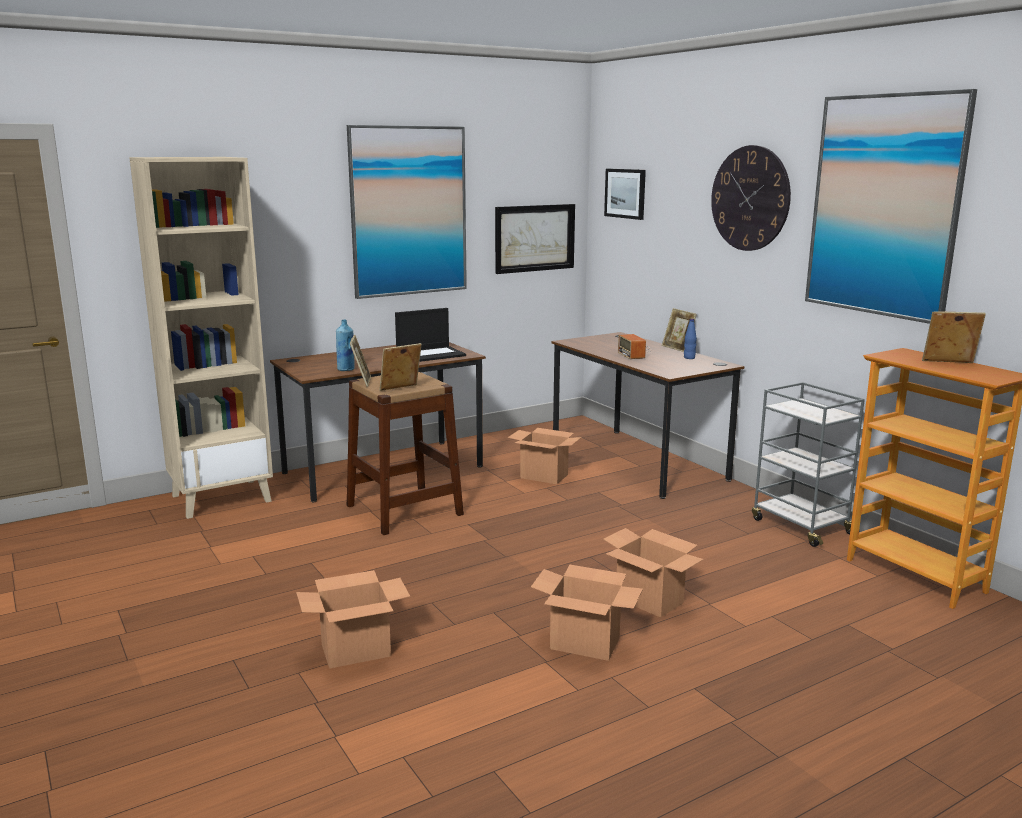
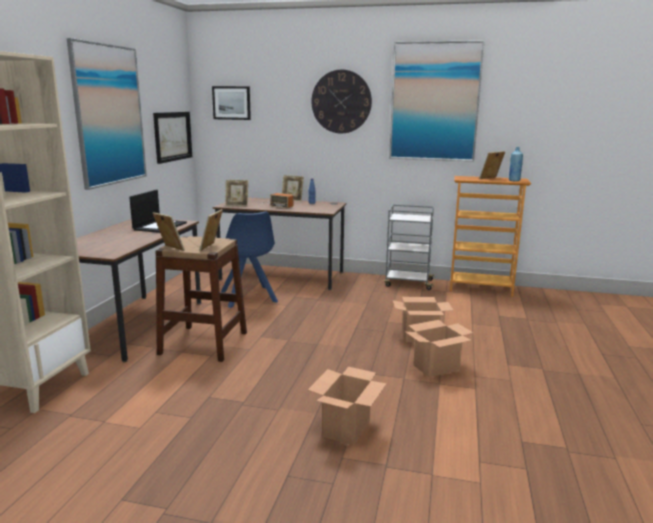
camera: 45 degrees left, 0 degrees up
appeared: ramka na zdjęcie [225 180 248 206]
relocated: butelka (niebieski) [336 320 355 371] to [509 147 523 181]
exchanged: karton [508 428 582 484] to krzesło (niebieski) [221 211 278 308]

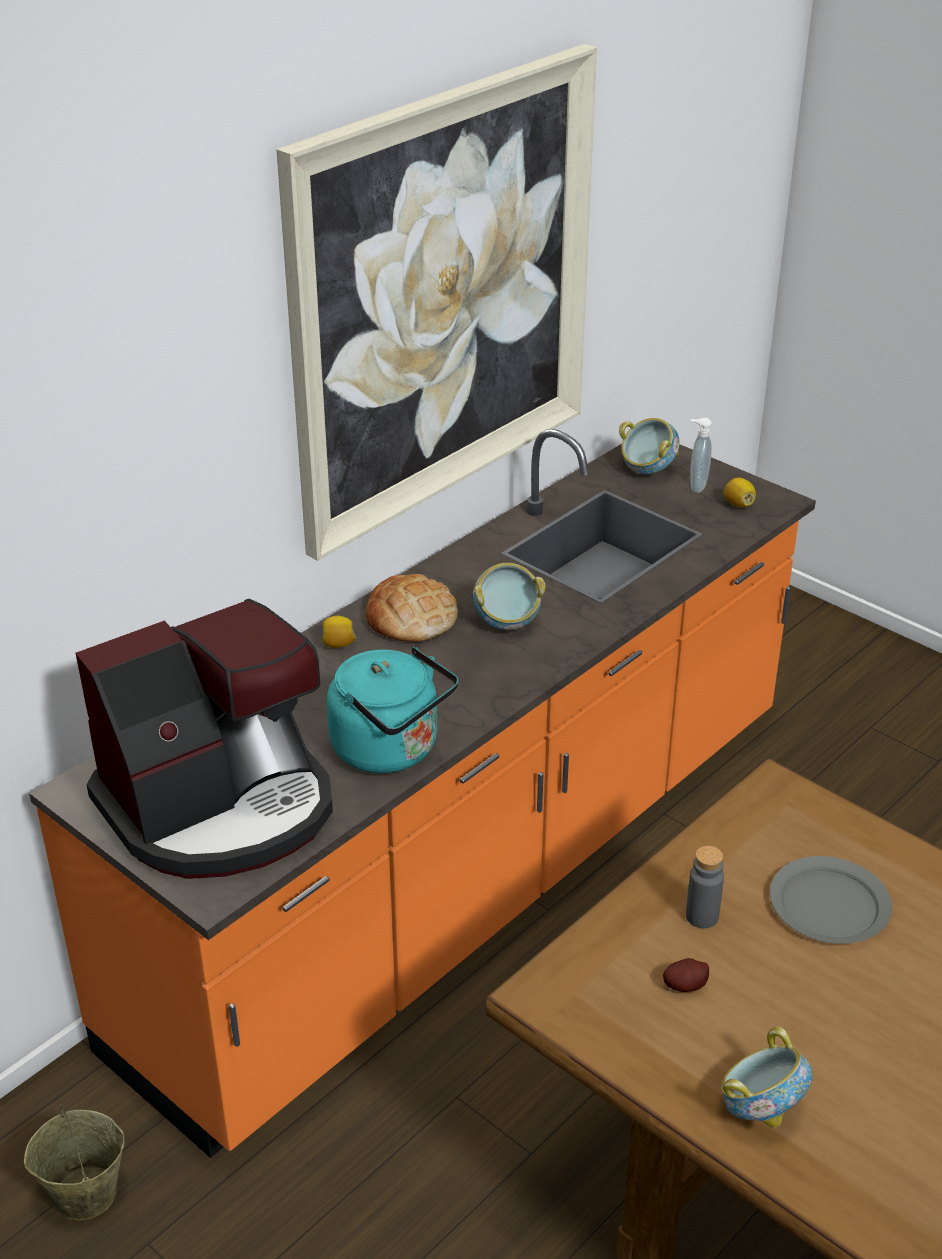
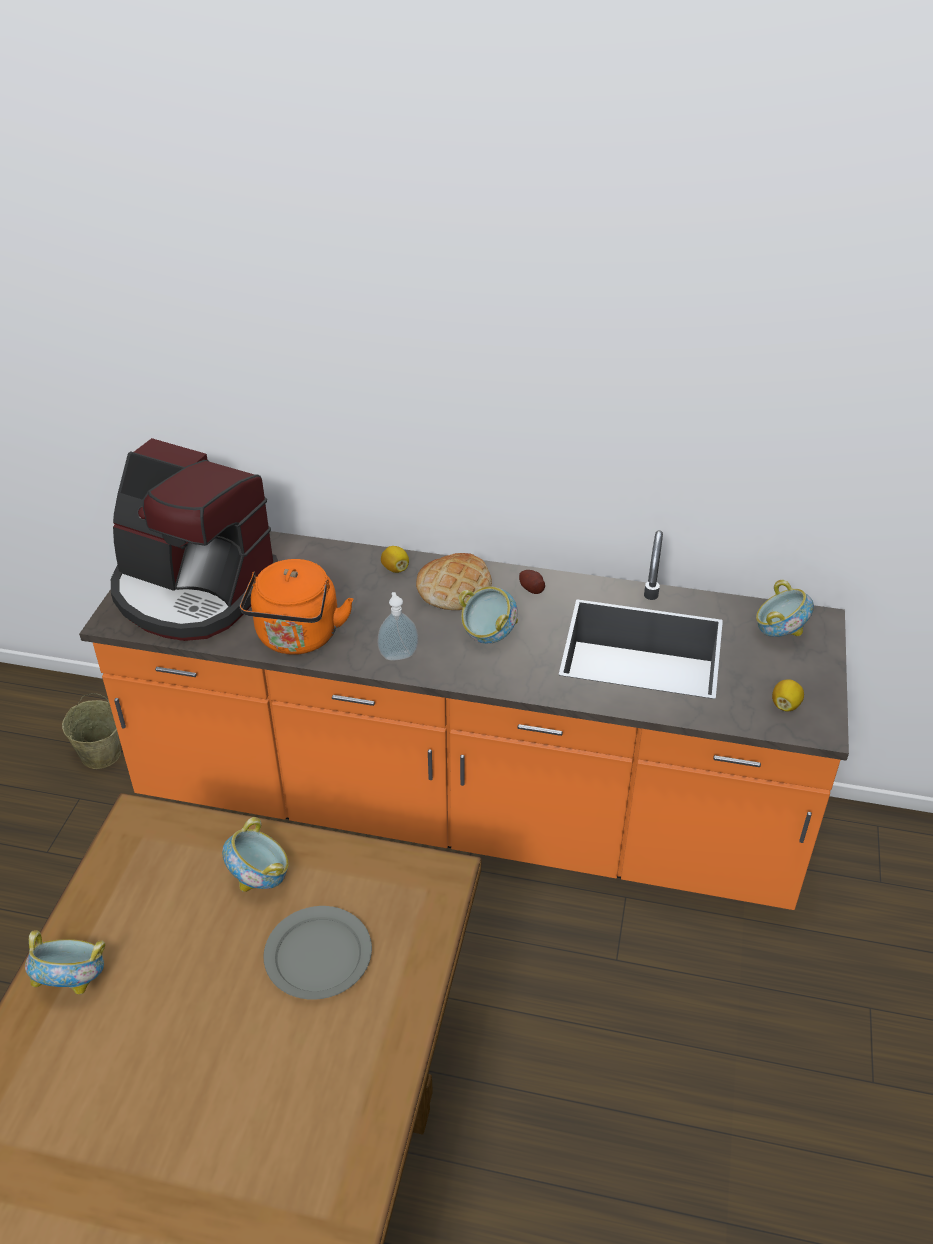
camera: 60 degrees right, 5 degrees up
missing: obraz [276 44 597 561]
relocated: ziemniak [663 958 709 992] to [519 570 545 594]; dozownik mydła [690 418 712 493] to [377 592 418 661]
exchanged: butelka (szary) [686 846 724 929] to miska [222 817 289 892]
colour: czajnik (turkusowy) [327 647 458 773] to czajnik (pomarańczowy) [240 559 353 654]

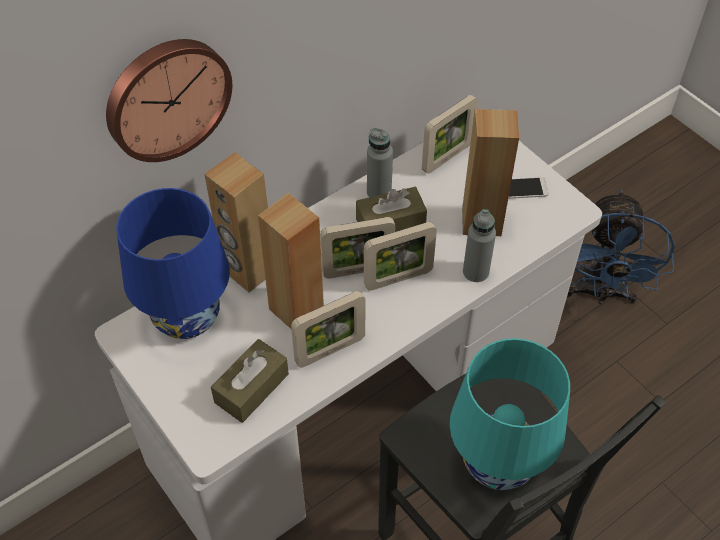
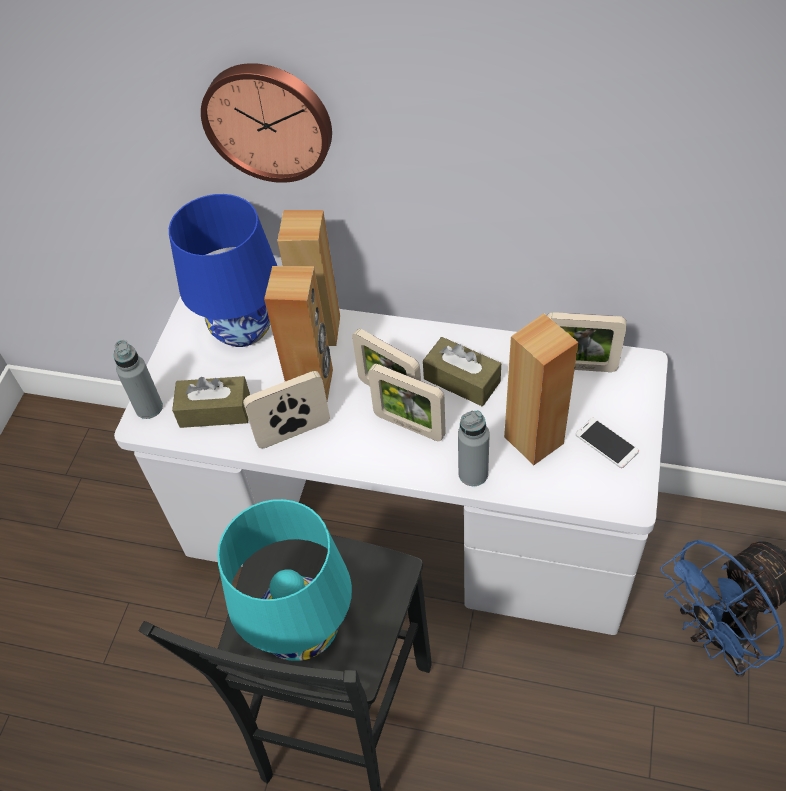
camera: 55 degrees right, 0 degrees up
relocated: butelka (szary) [367 128 393 197] to [113 340 163 419]
spun: ramka na zdjęcie [291 291 366 368] = [243 371 330 448] 135 degrees clockwise

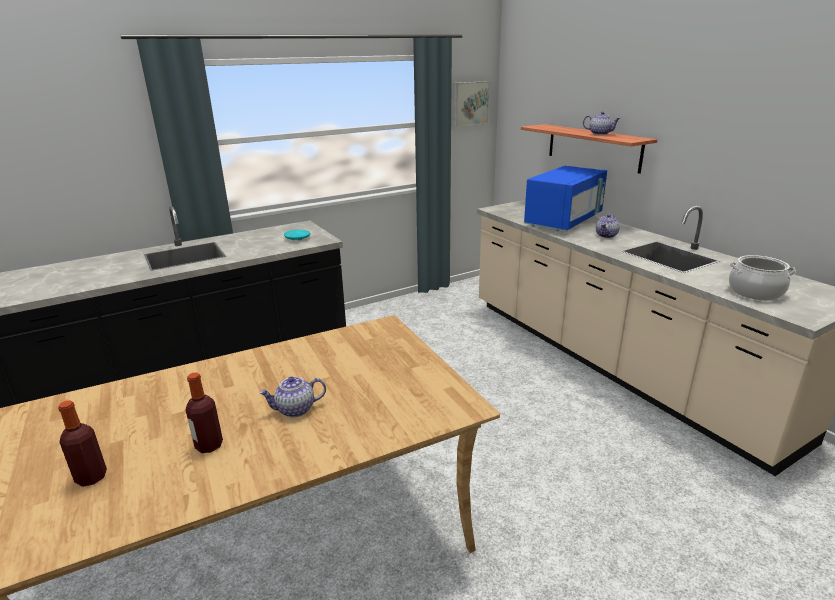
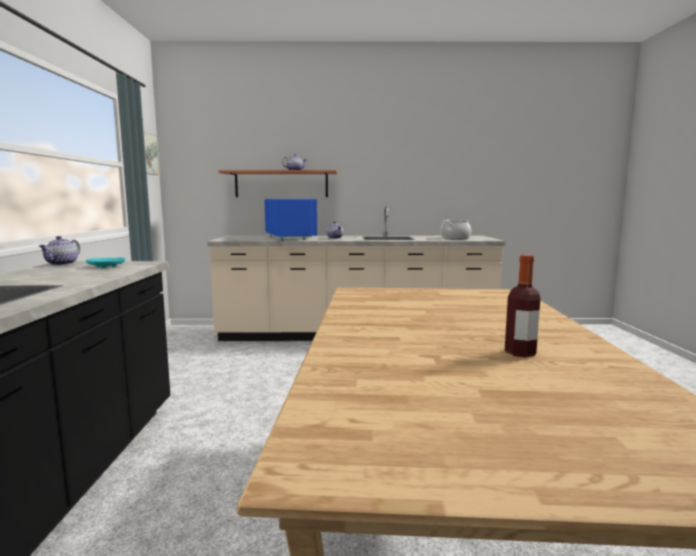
camera: 60 degrees left, 15 degrees down
missing: butelka [58 400 107 487]
relocated: imbryk [259 376 326 417] to [39 236 80 265]

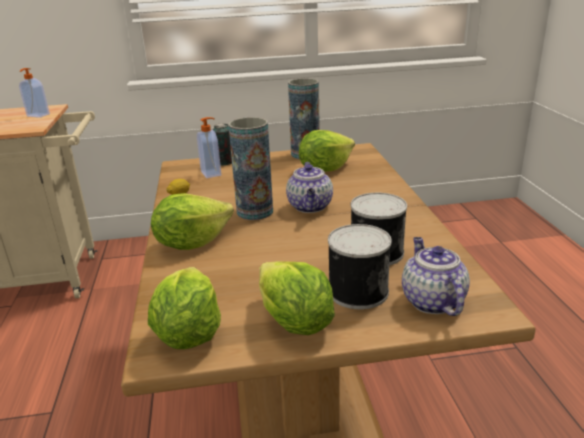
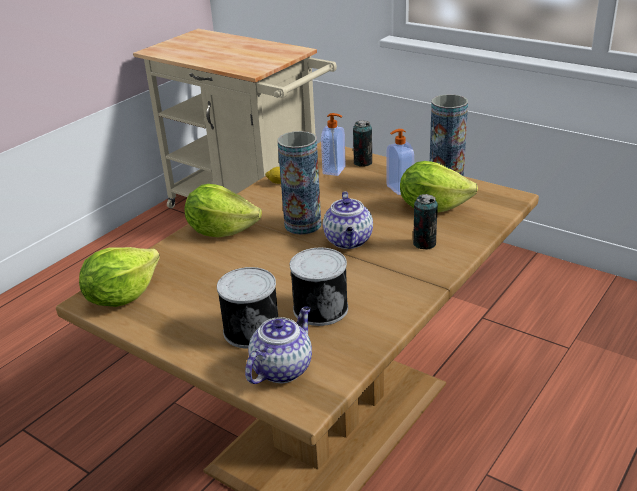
camera: 45 degrees right, 5 degrees up
missing: sałata [259 261 335 335]
appeared: puszka [413 194 438 249]
relocated: dozownik mydła [19 68 50 118] to [387 129 414 195]
spun: imbryk [286 162 333 213] = [323 192 373 249] 45 degrees counterclockwise

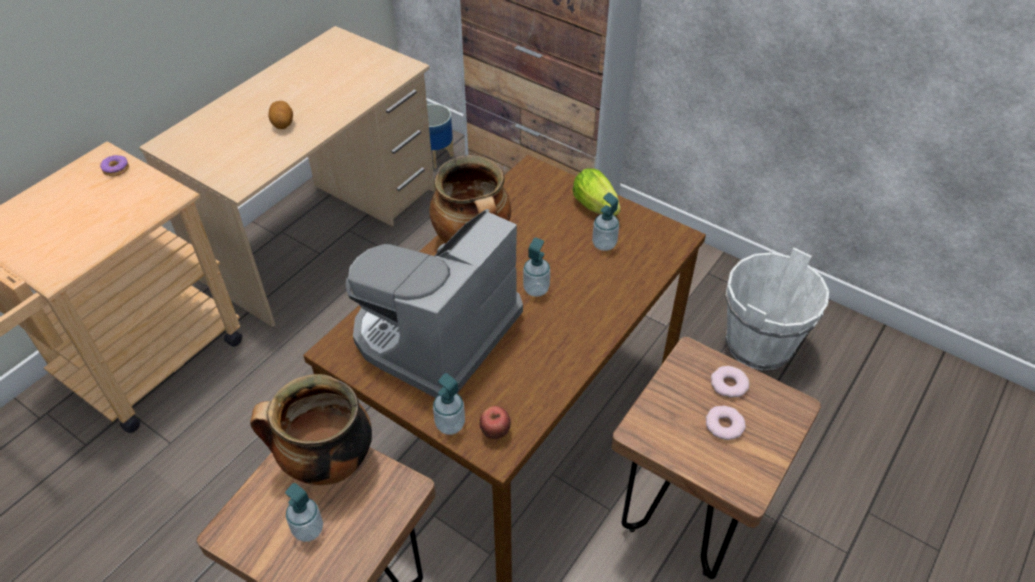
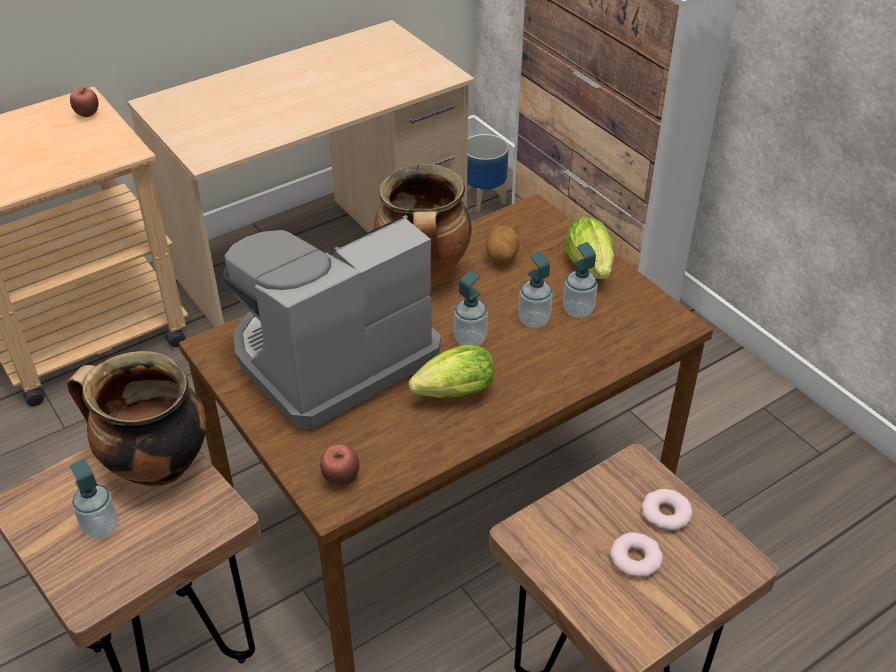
camera: 20 degrees right, 5 degrees down
missing: wiadro (biały) [726 248 829 370]
appeared: sałata [409 344 495 398]
relocated: ziemniak [268 101 293 129] to [486 226 520 265]; dozownik mydła [433 373 465 435] to [518 252 553 328]
exchanged: donut [100 155 129 176] to jabłko [70 87 98 117]

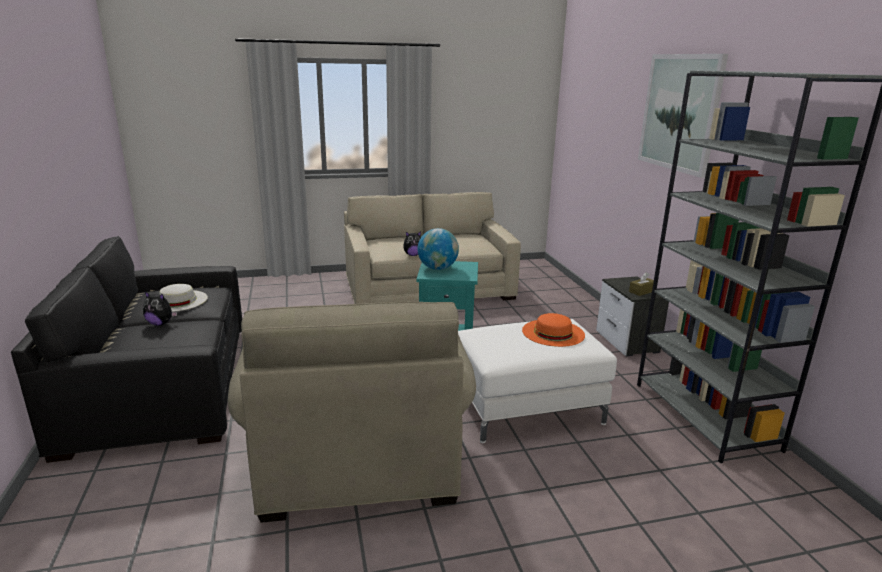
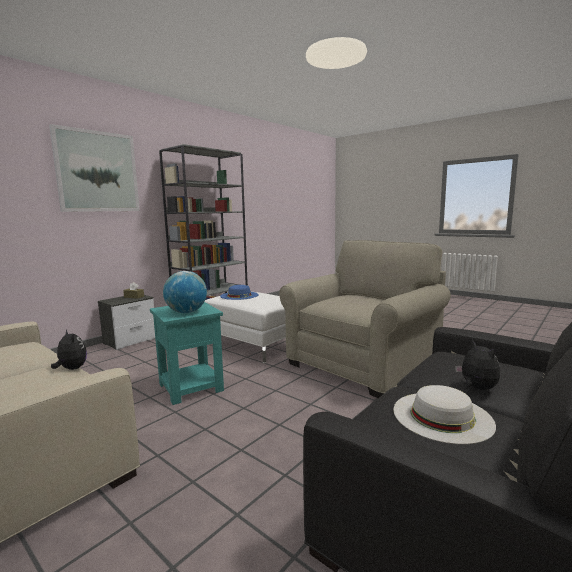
camera: 125 degrees left, 10 degrees down
colour: kapelusz (pomarańczowy) [522 313 585 347] to kapelusz (niebieski) [220 285 259 300]

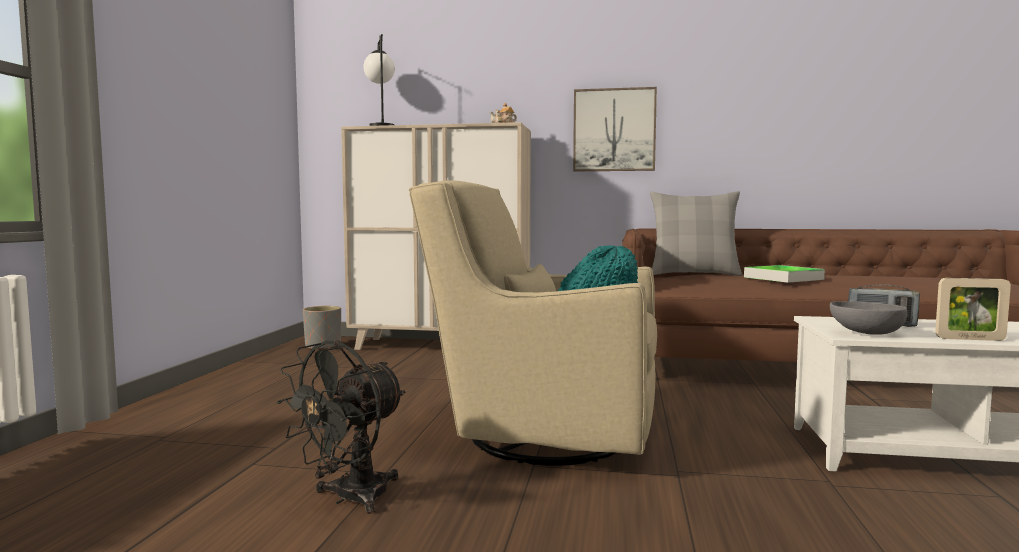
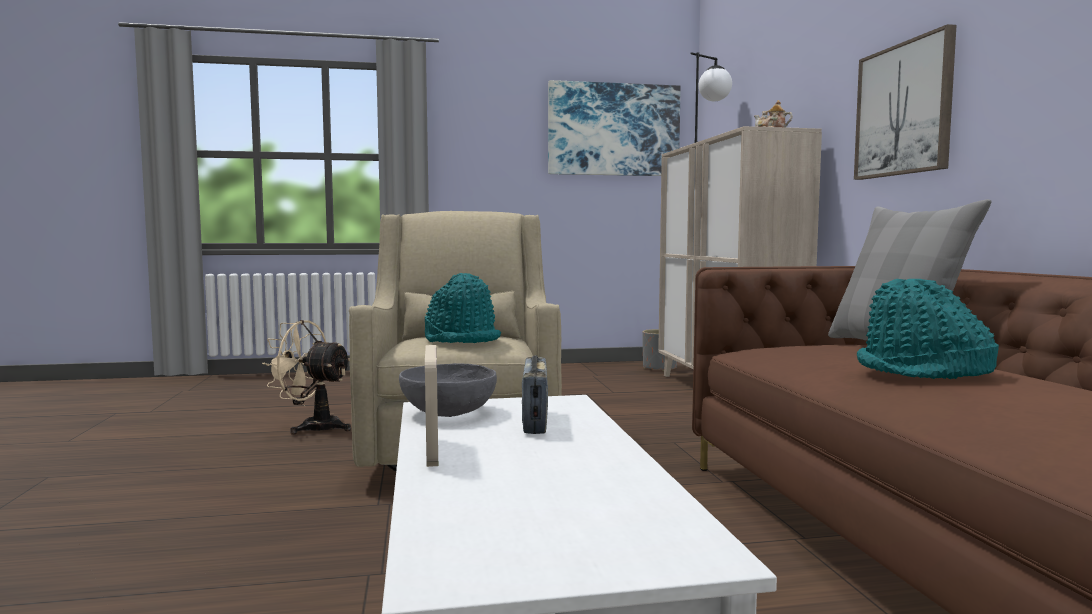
camera: 70 degrees right, 0 degrees up
appeared: obraz [548 80 681 176]
exchanged: taca [744 265 825 283] to kapelusz (turkusowy) [857 279 999 379]
colour: wentylator (czarny) [276 340 406 514] to wentylator (beżowy) [262 320 351 435]

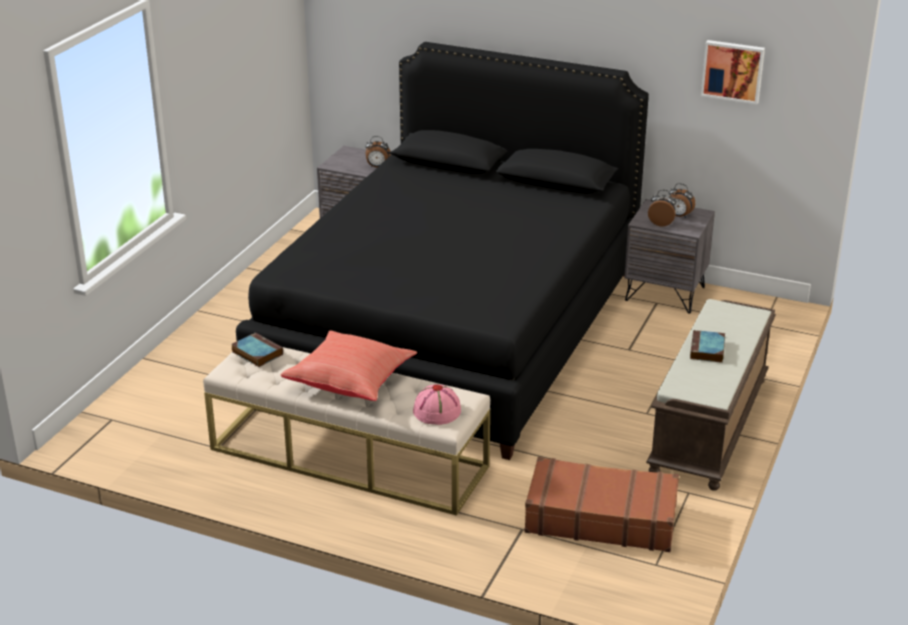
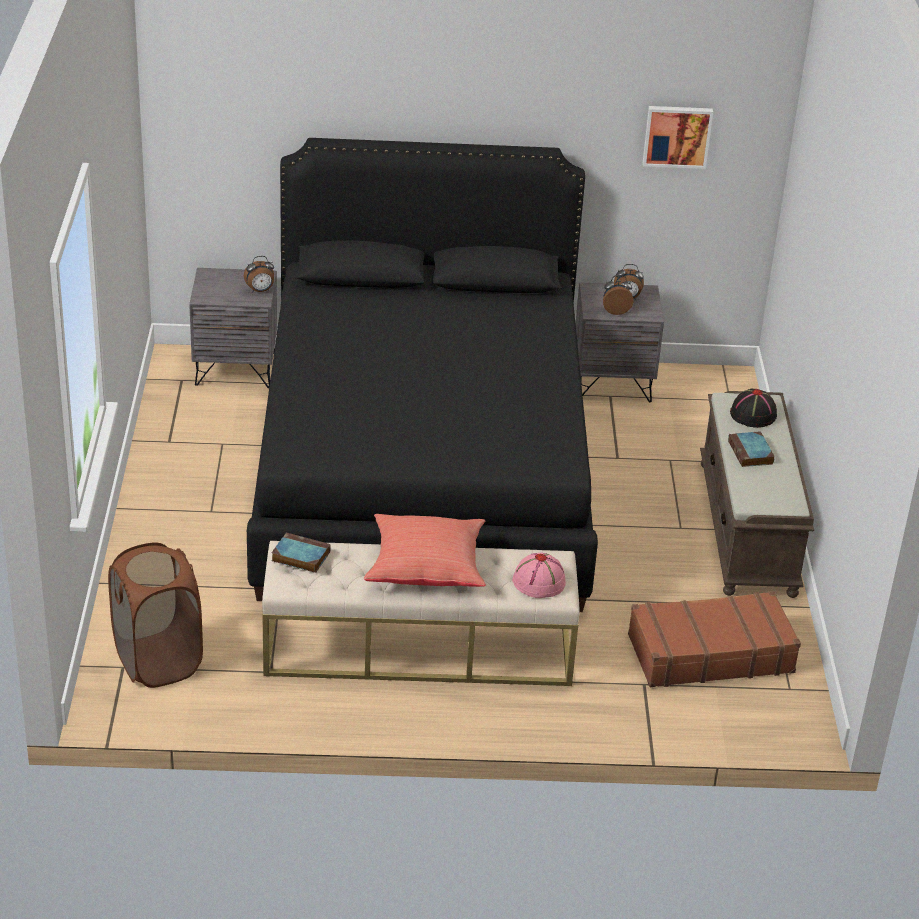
camera: 25 degrees left, 5 degrees up
appeared: kosz na pranie (brązowy) [108 542 203 688]; kapelusz (czarny) [730 389 777 428]

